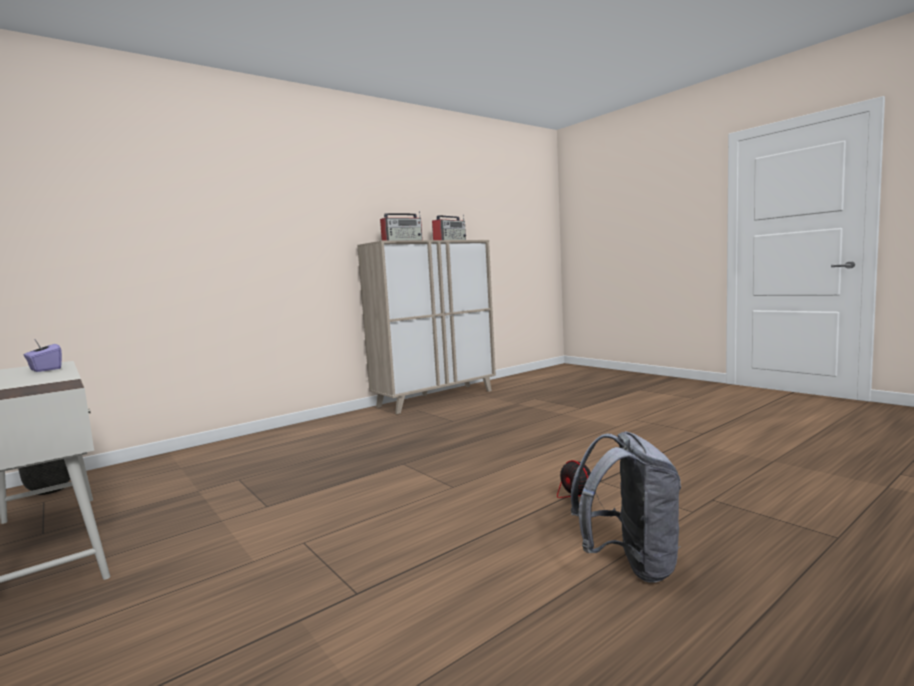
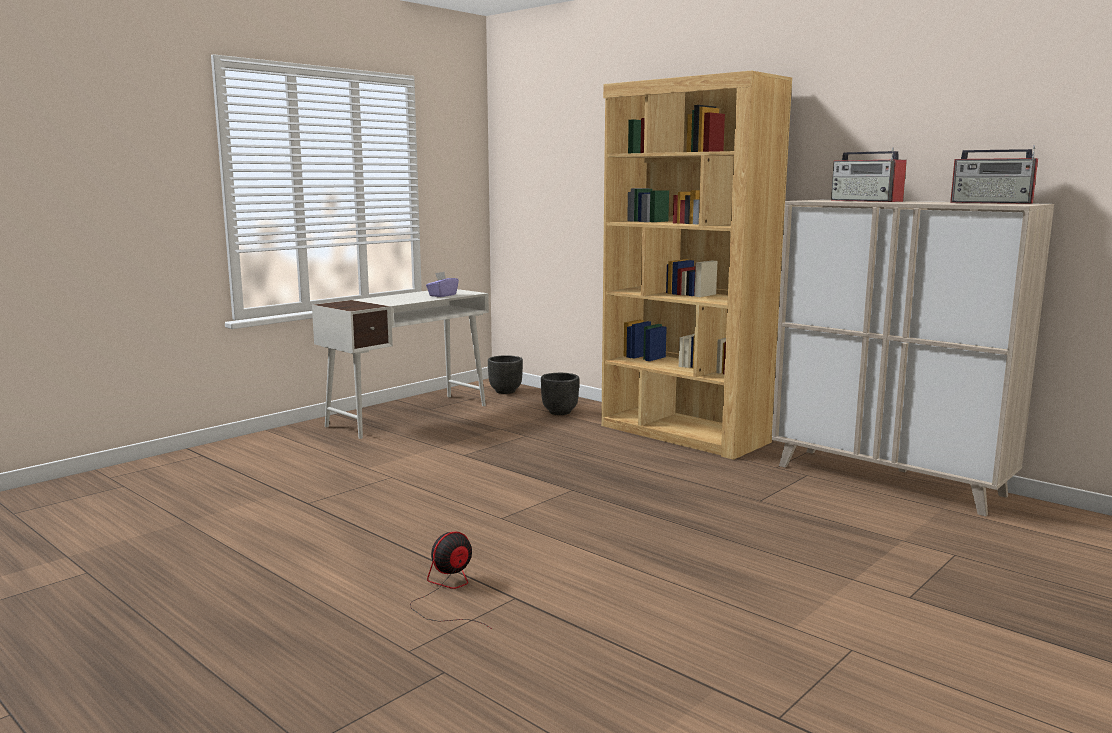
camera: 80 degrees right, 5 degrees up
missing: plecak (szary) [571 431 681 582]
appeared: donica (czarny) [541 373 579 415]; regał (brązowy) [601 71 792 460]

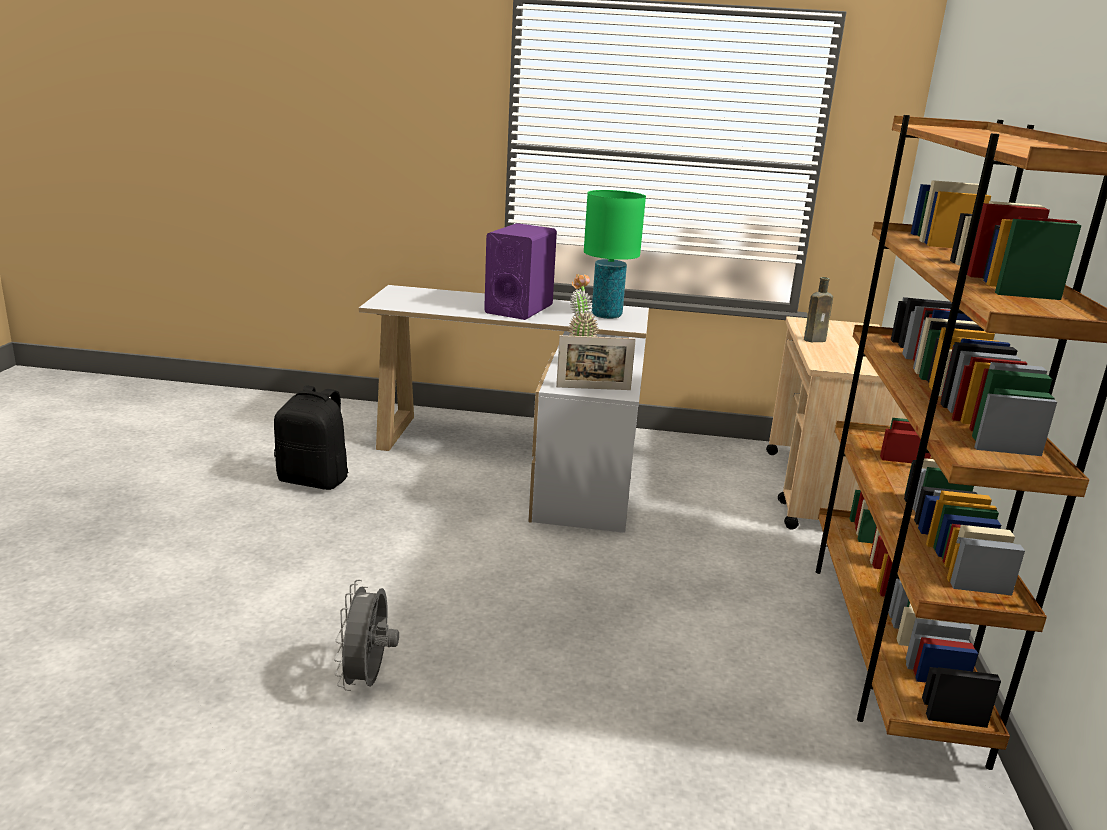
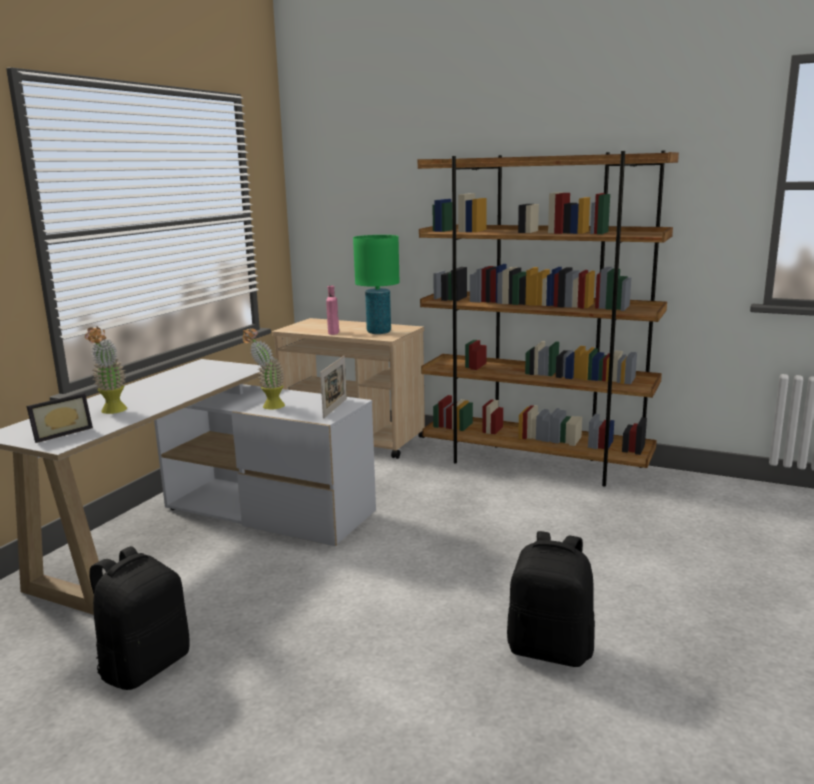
camera: 70 degrees left, 5 degrees down
missing: głośnik (fioletowy) [484 223 557 320]
appeared: ramka na zdjęcie [27 393 93 443]; roślina doniczkowa [85 327 127 414]
relocated: lampa stołowa (zielony) [584 190 646 319] to [353 235 399 334]
exchanged: wentylator (szary) [334 580 399 691] to plecak (czarny) [507 531 595 667]
colour: butelka (brązowy) [804 277 833 342] to butelka (różowy) [326 286 339 335]

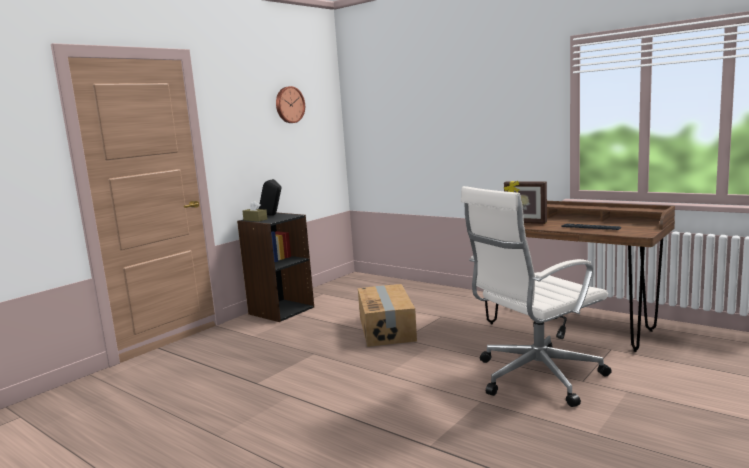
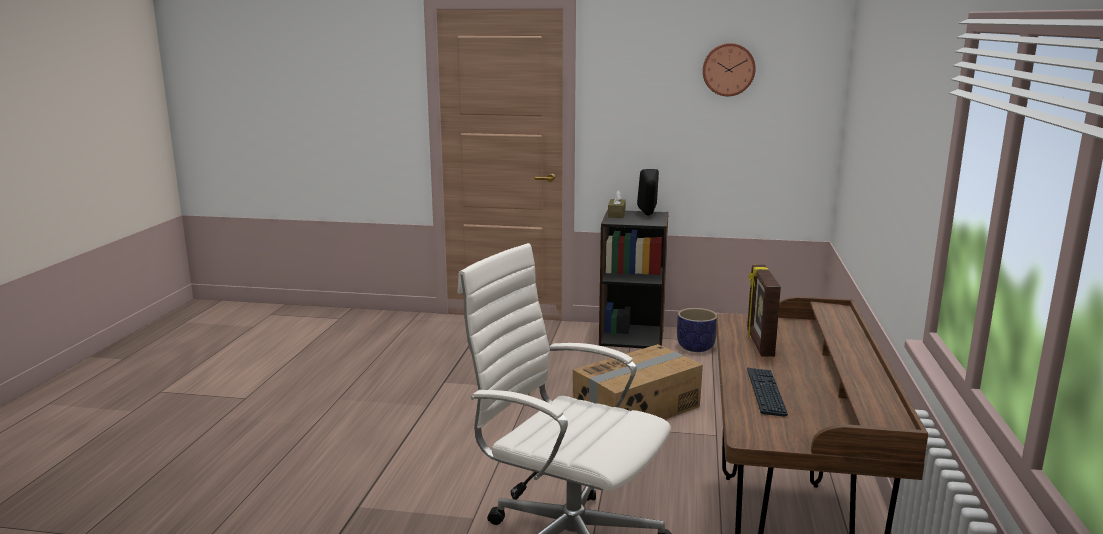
camera: 60 degrees right, 5 degrees up
appeared: donica [677 308 717 352]

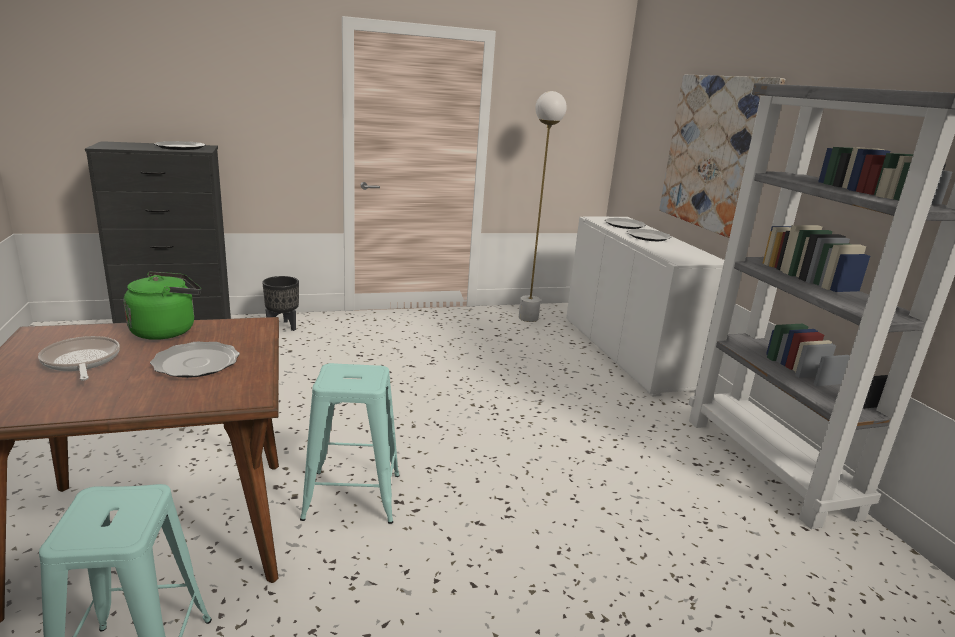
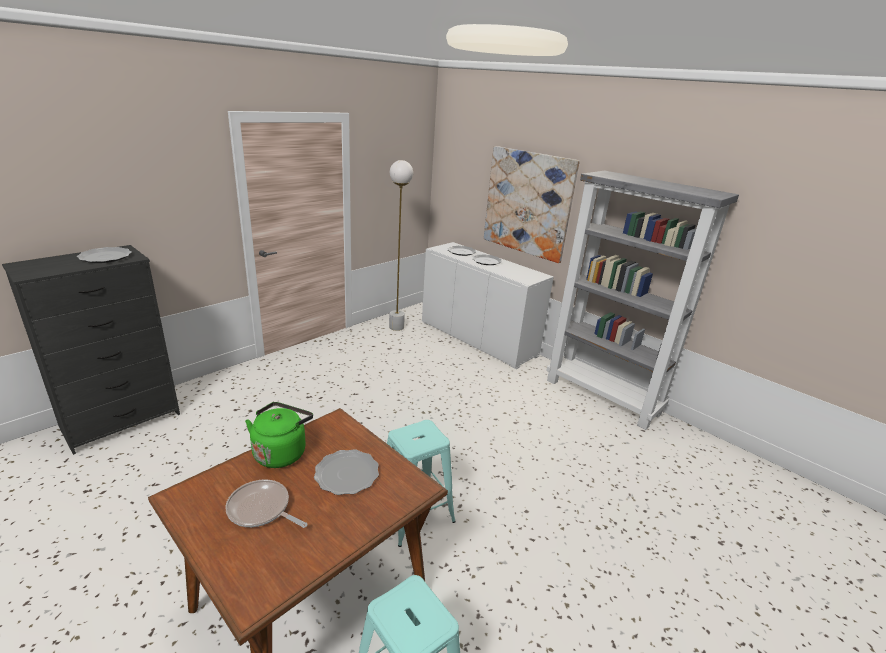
camera: 30 degrees left, 5 degrees up
missing: donica (czarny) [262 276 299 331]

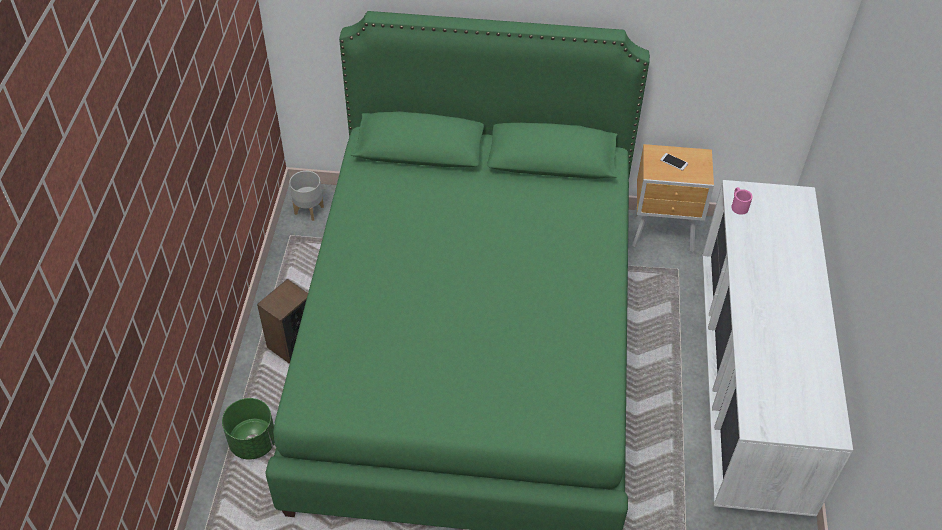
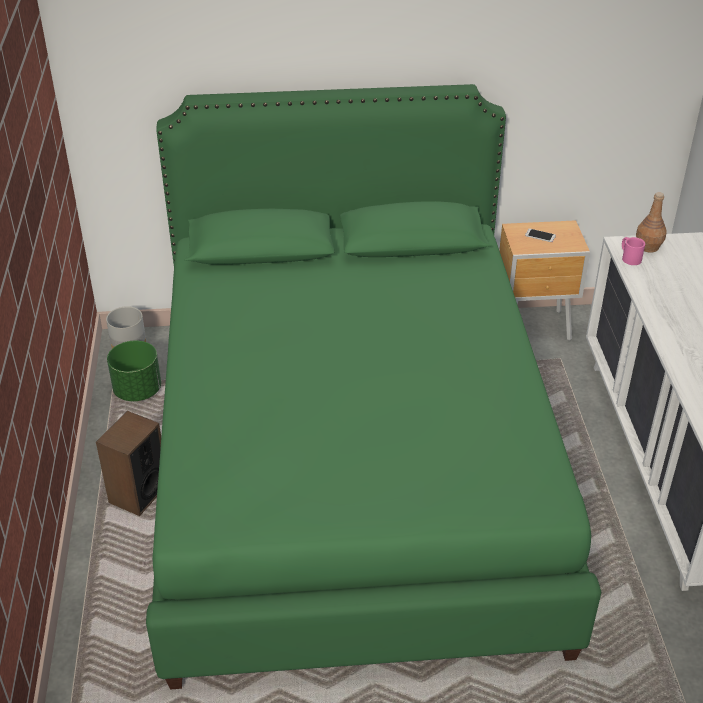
camera: 10 degrees left, 10 degrees down
appeared: butelka (brązowy) [636 192 667 253]
relocated: donica (zielony) [222 398 275 460] to [107 340 161 402]

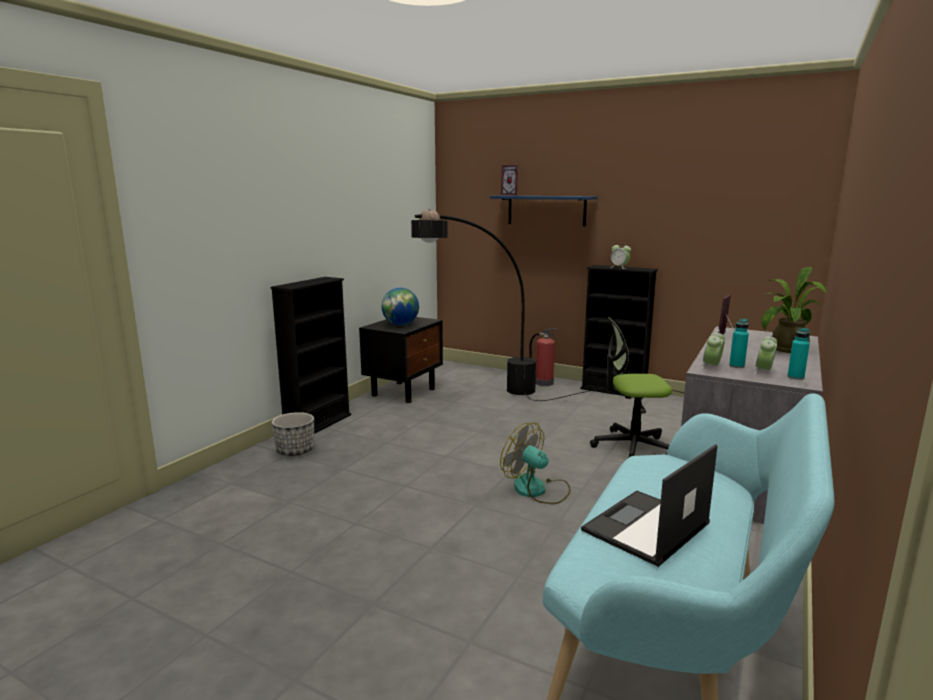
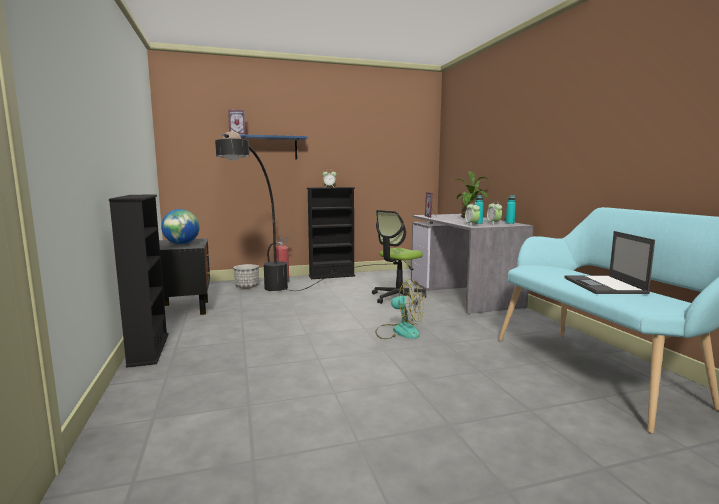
camera: 45 degrees left, 5 degrees down
relocated: donica [272 412 314 456] to [233 264 259 289]
spun: wentylator [500 422 571 504] = [375 279 424 339] 150 degrees counterclockwise

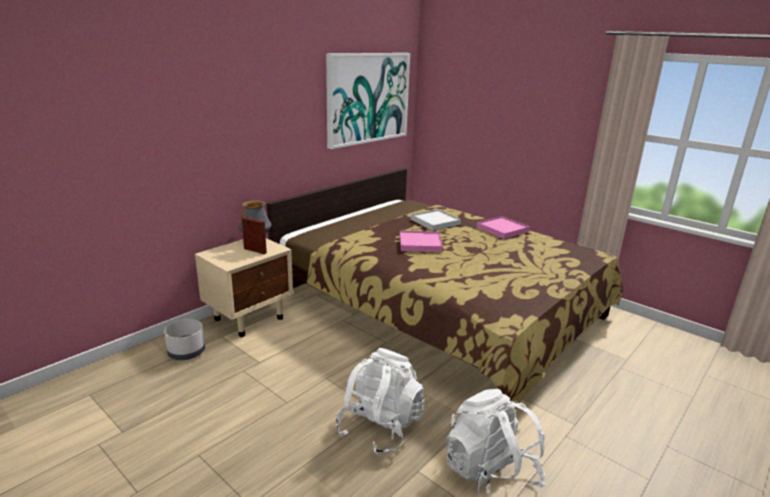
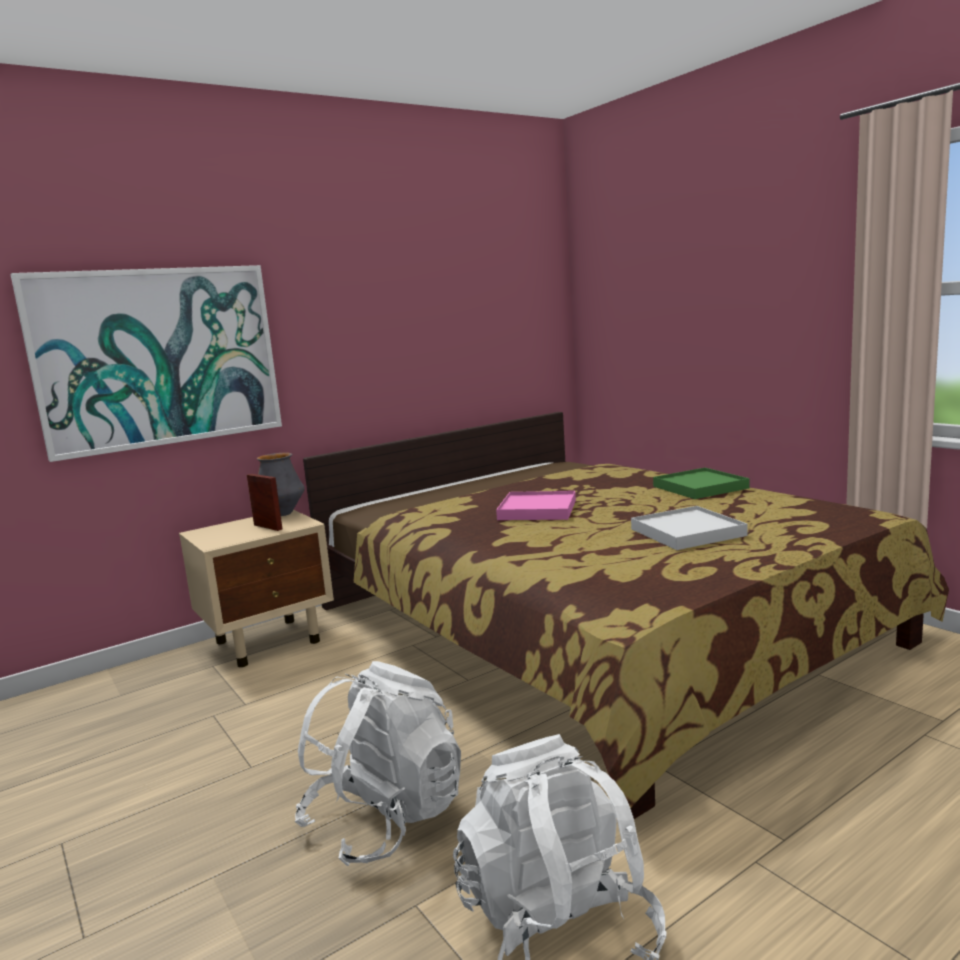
camera: 15 degrees right, 10 degrees down
missing: donica (szary) [164 319 205 360]
relocated: obraz [326 53 410 149] to [10 265 282 462]; taca (biały) [411 209 461 231] to [631 506 747 550]
colour: taca (różowy) [476 216 530 239] to taca (zielony) [653 468 749 499]

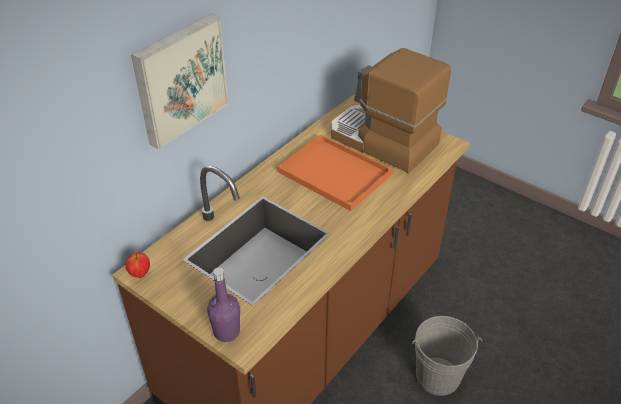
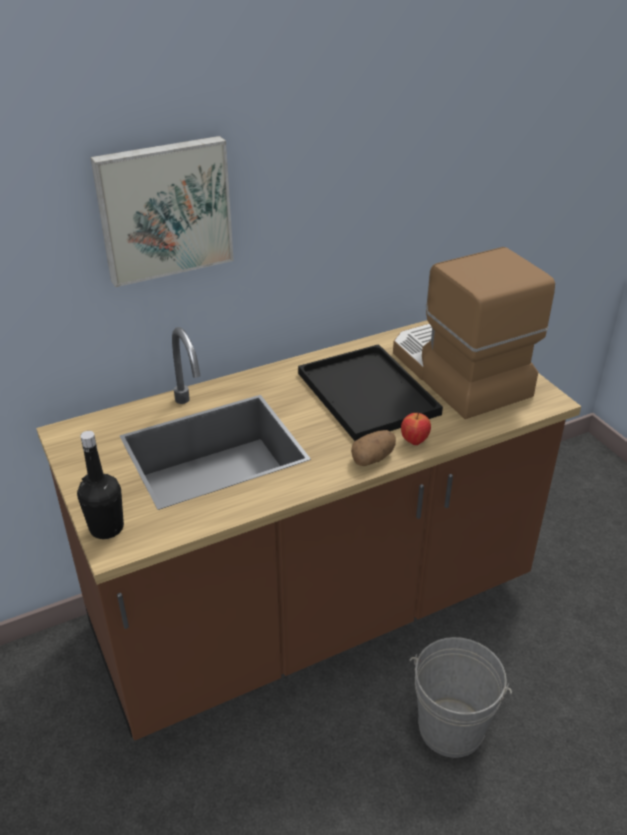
camera: 25 degrees right, 5 degrees down
appeared: ziemniak [351 430 396 466]
relocated: jabłko [125 252 150 278] to [401 412 431 445]
colour: butelka (fioletowy) [207 267 240 342] to butelka (czarny) [77 431 124 539]; taca (pomarańczowy) [277 135 393 211] to taca (czarny) [298 344 443 441]

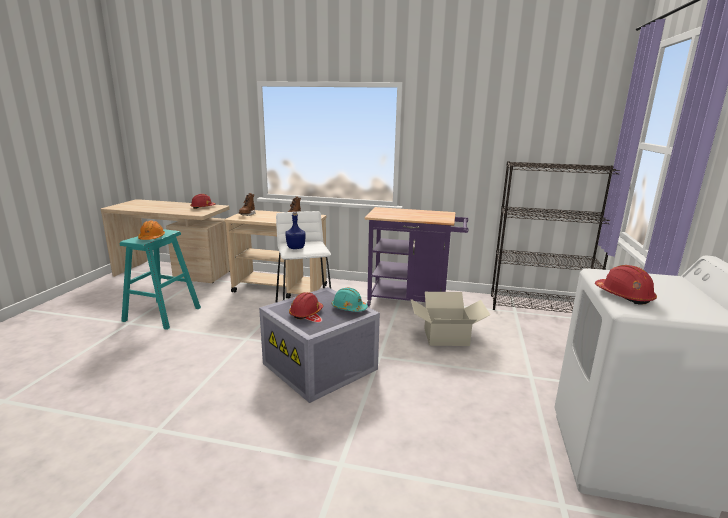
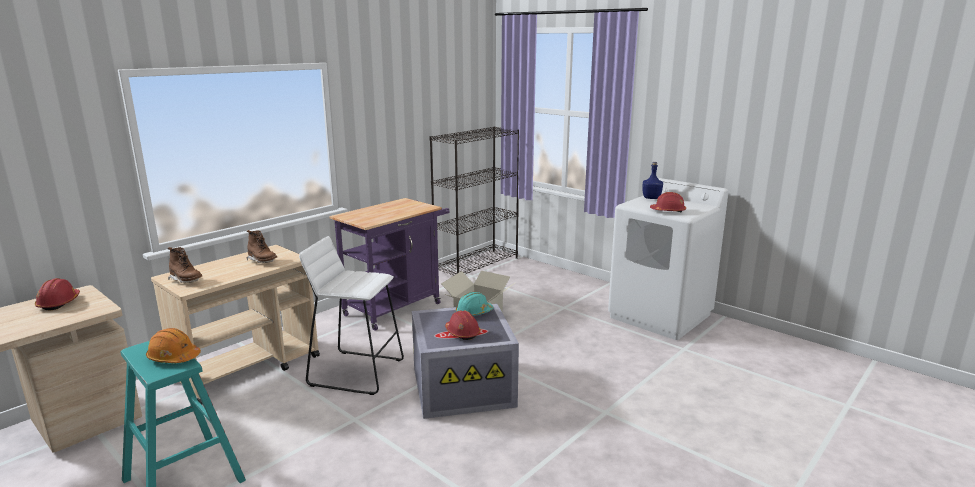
camera: 60 degrees left, 0 degrees up
relocated: butelka (niebieski) [285 212 306 249] to [643 162 663 199]

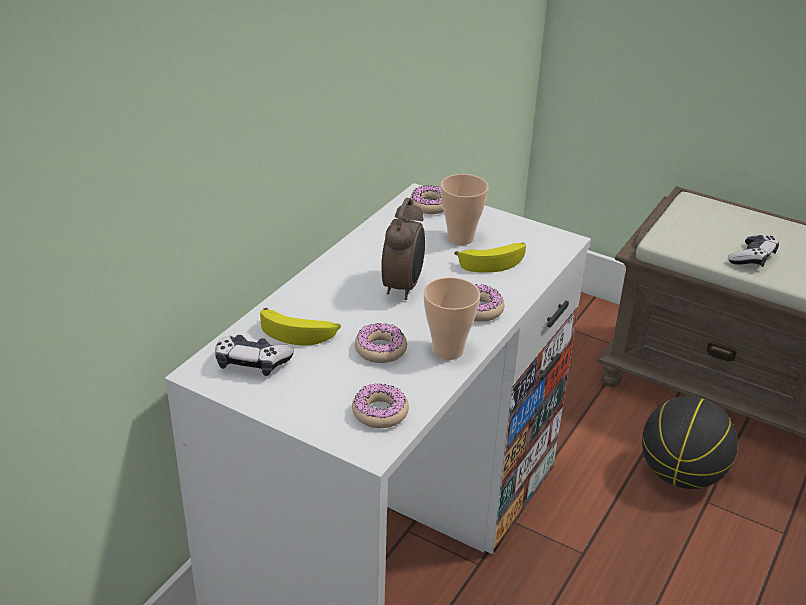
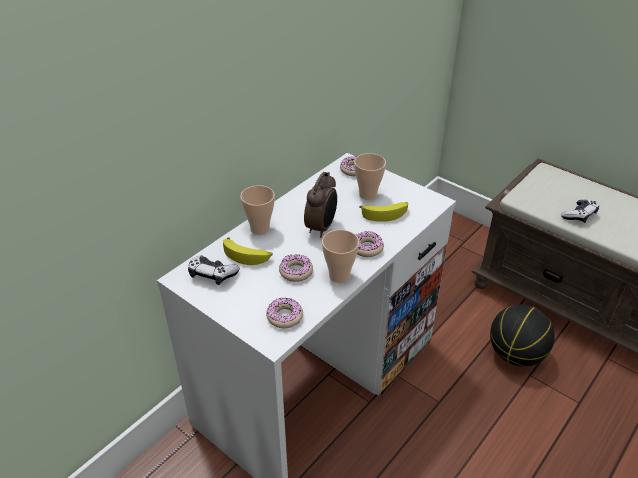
camera: 10 degrees right, 5 degrees up
appeared: filiżanka [240 185 275 235]

